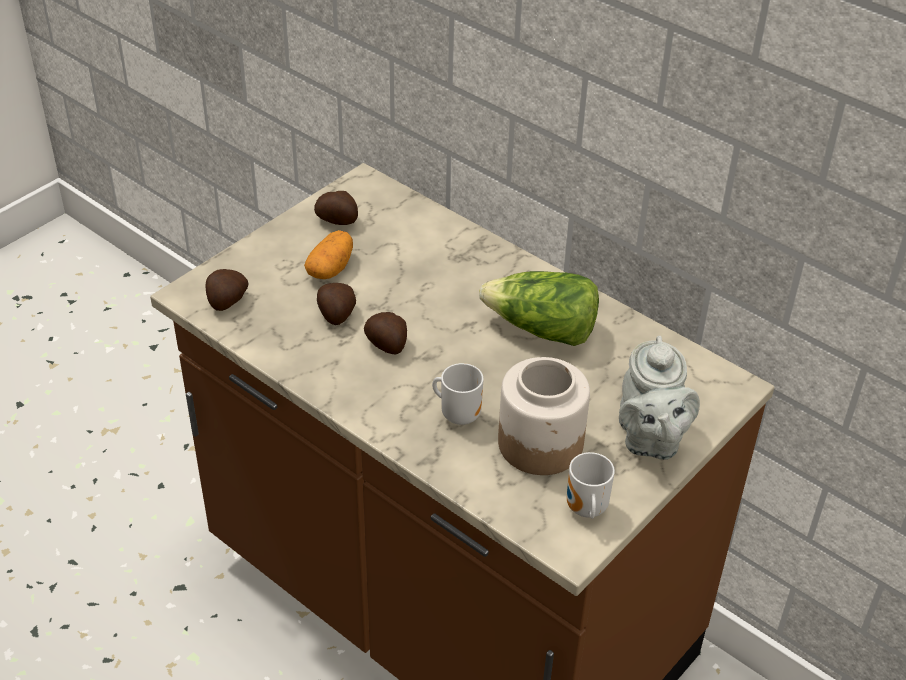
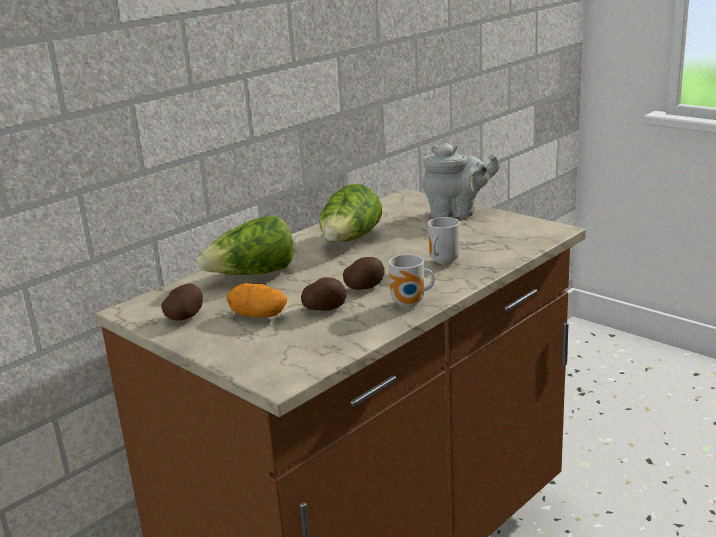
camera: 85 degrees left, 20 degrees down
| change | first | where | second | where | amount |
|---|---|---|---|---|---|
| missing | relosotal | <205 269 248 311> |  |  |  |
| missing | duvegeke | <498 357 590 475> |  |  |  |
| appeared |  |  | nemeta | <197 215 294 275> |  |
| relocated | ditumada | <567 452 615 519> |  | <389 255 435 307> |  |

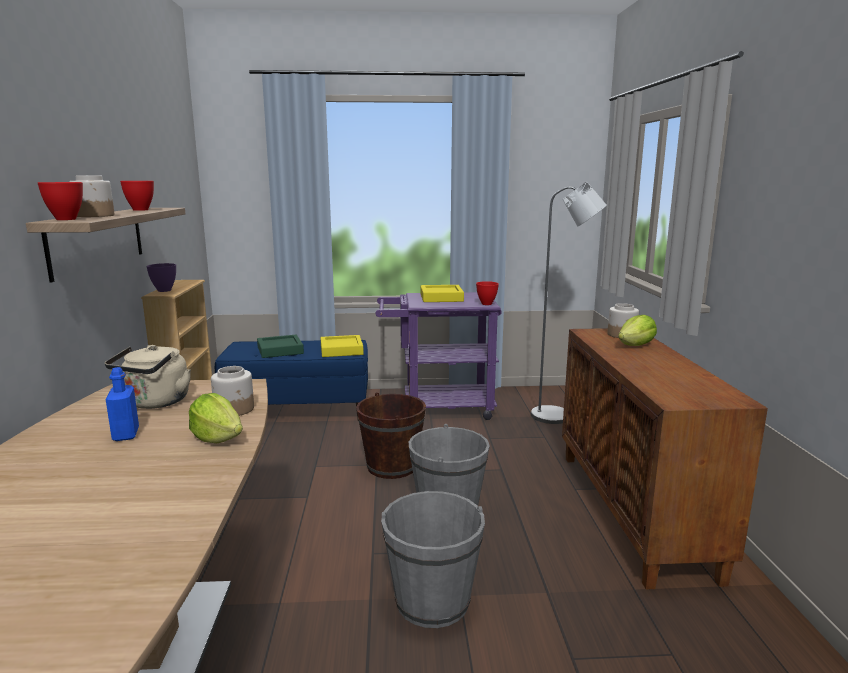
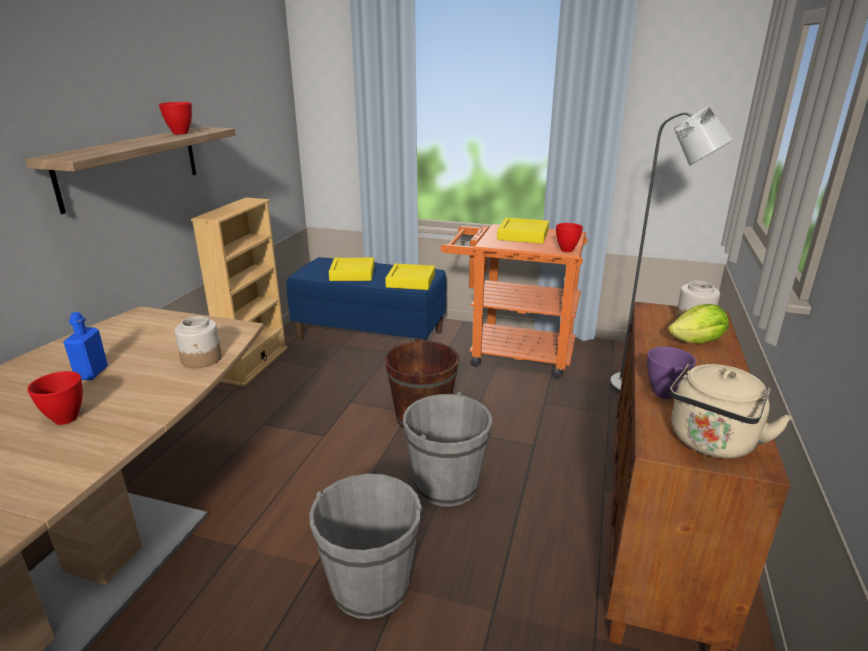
camera: 20 degrees right, 10 degrees up
| change | first | where | second | where | amount |
|---|---|---|---|---|---|
| missing | duvegeke | <69 175 115 217> |  |  |  |
| missing | nemeta | <189 393 243 443> |  |  |  |
| relocated | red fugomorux | <38 182 83 220> |  | <27 371 83 425> |  |
| relocated | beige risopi | <105 345 191 409> |  | <669 363 792 458> |  |
| relocated | purple fugomorux | <146 263 176 292> |  | <647 347 696 399> |  |
| colour | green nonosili | <257 335 304 358> | yellow nonosili | <329 258 375 281> |  |
| colour | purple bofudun | <376 292 502 420> | orange bofudun | <441 224 588 379> |  |

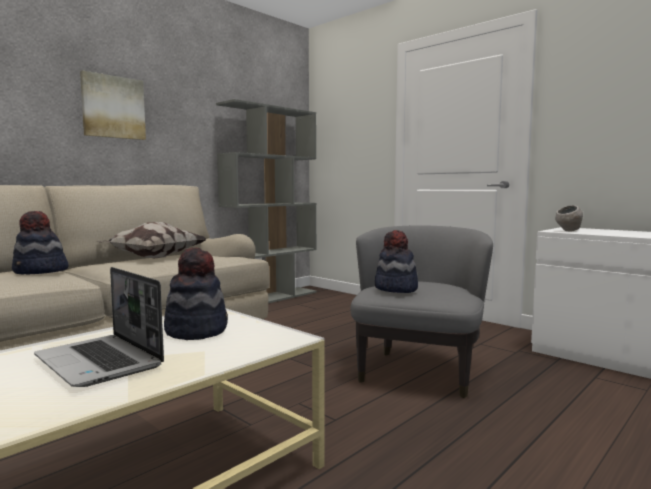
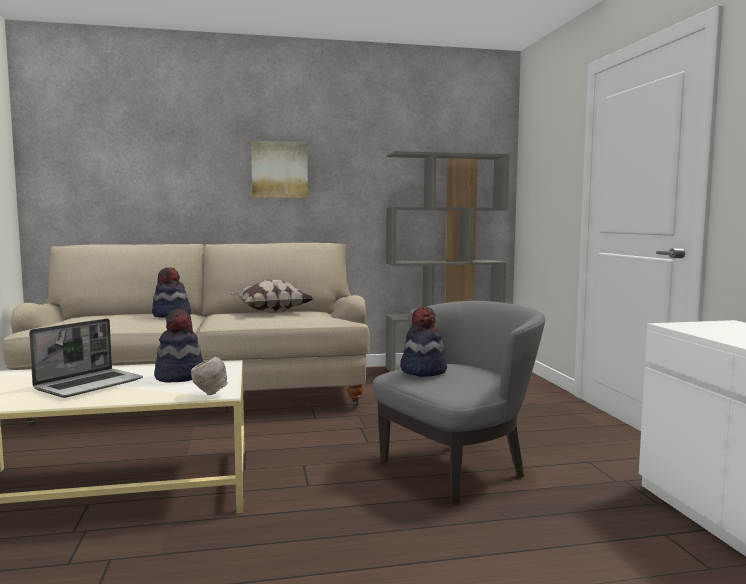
camera: 35 degrees right, 0 degrees up
| change | first | where | second | where | amount |
|---|---|---|---|---|---|
| relocated | grey fugomorux | <555 205 583 232> |  | <191 357 227 395> |  |
| spun | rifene | <34 267 164 387> |  | <29 319 143 398> | 135 degrees counterclockwise |

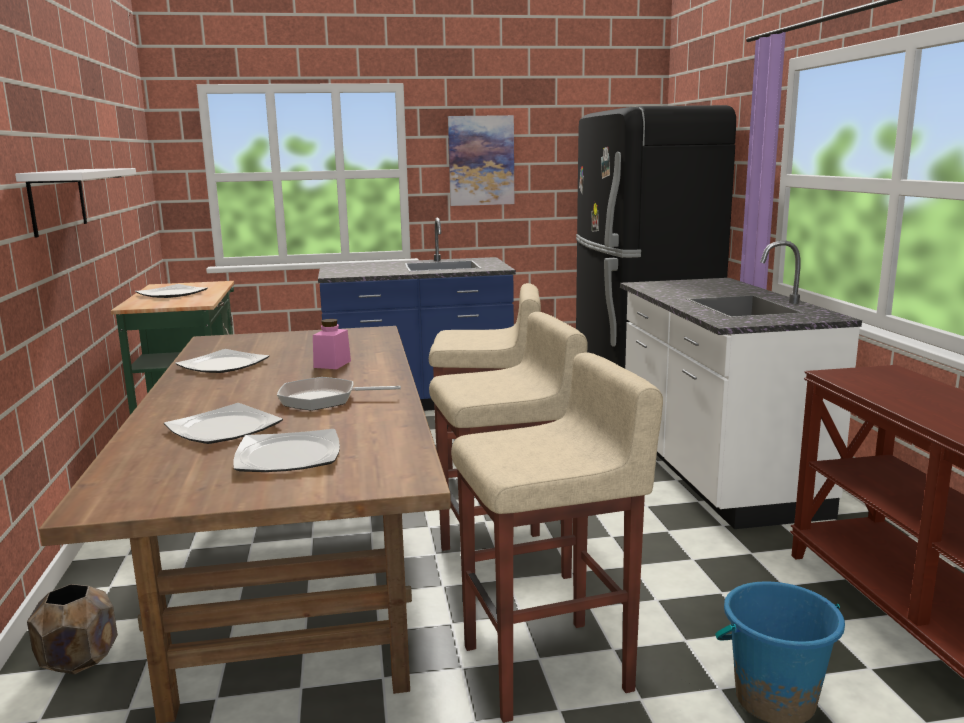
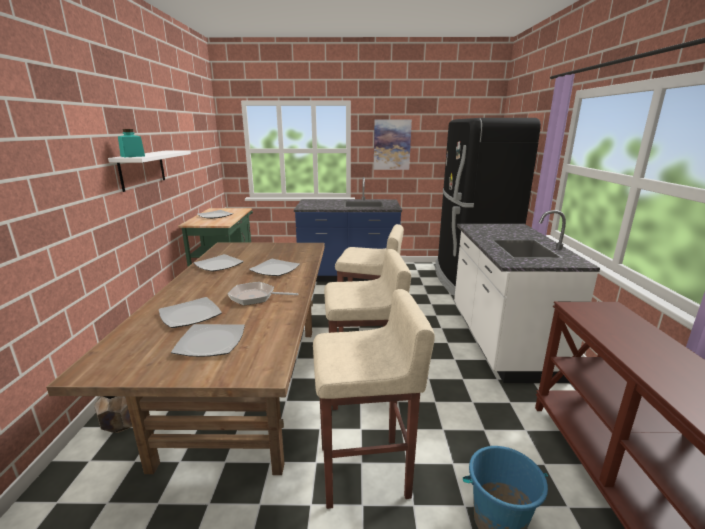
camera: 10 degrees right, 5 degrees up
| change | first | where | second | where | amount |
|---|---|---|---|---|---|
| appeared |  |  | turquoise duvegeke | <118 129 145 157> |  |
| exchanged | pink duvegeke | <313 319 351 369> | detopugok | <249 259 300 276> |  |

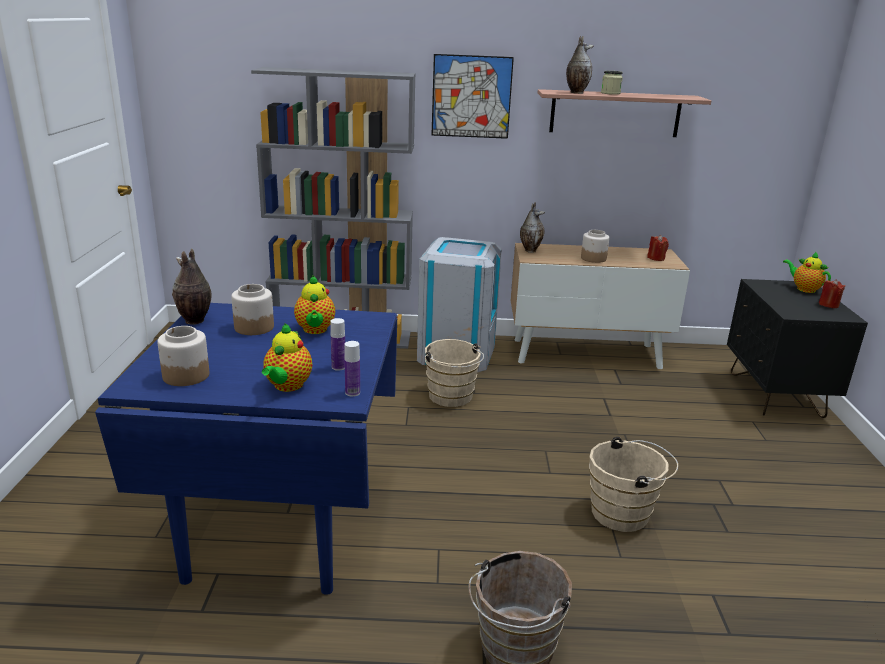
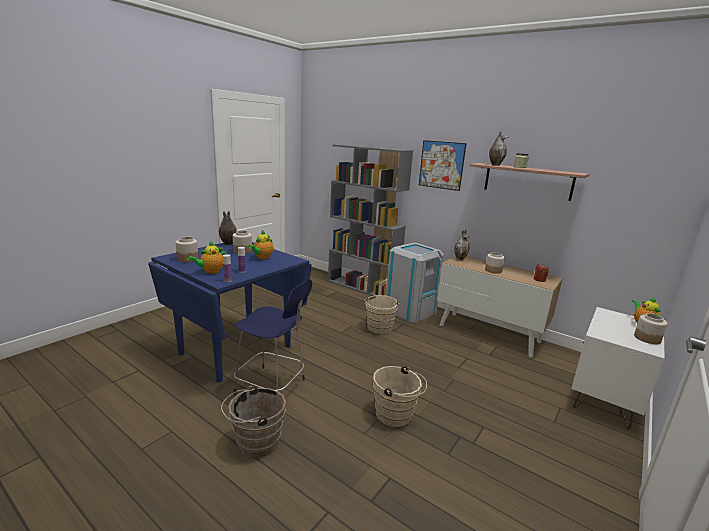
camera: 35 degrees right, 5 degrees down
| change | first | where | second | where | amount |
|---|---|---|---|---|---|
| appeared |  |  | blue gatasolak | <234 279 312 395> |  |
| exchanged | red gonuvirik | <819 279 845 308> | duvegeke | <634 313 668 344> |  |
| colour | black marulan | <727 279 868 418> | white marulan | <571 307 665 429> |  |

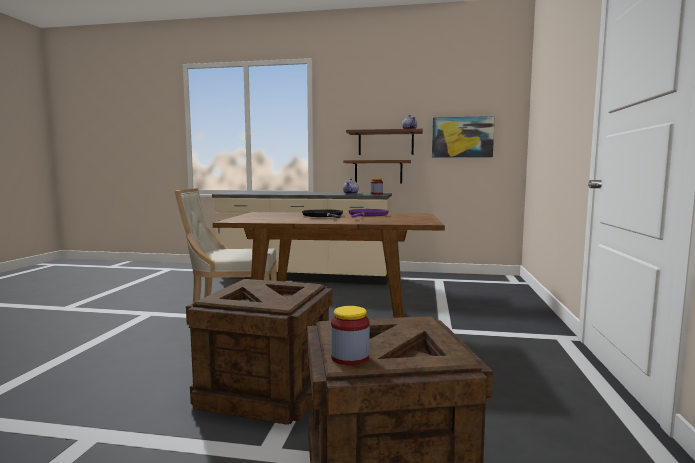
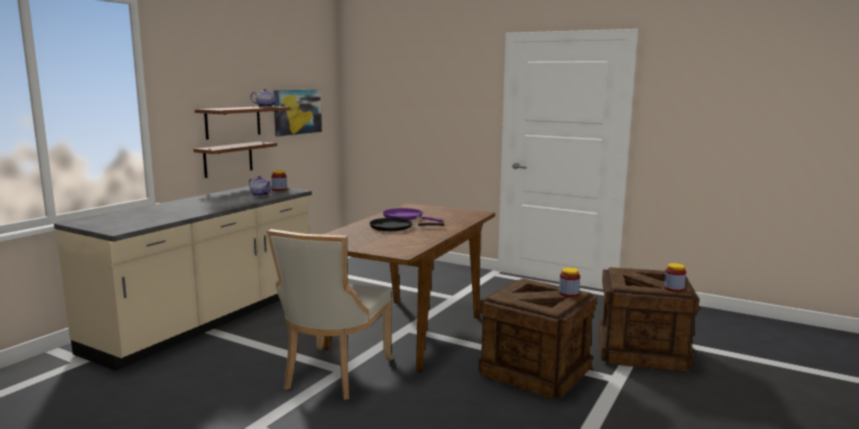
camera: 70 degrees left, 5 degrees up
| change | first | where | second | where | amount |
|---|---|---|---|---|---|
| appeared |  |  | duvegeke | <559 267 580 297> |  |

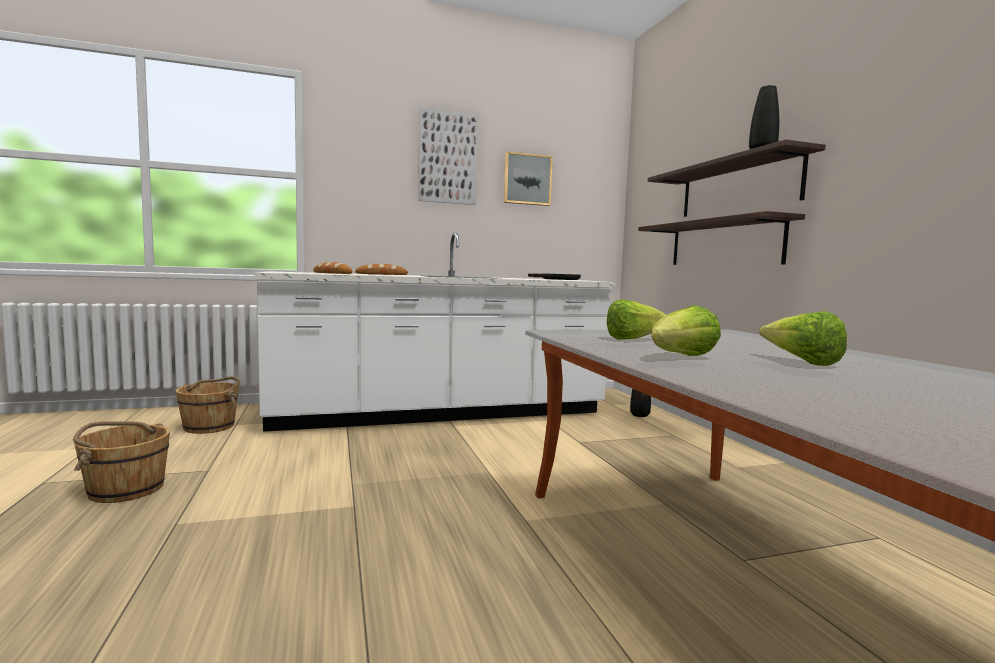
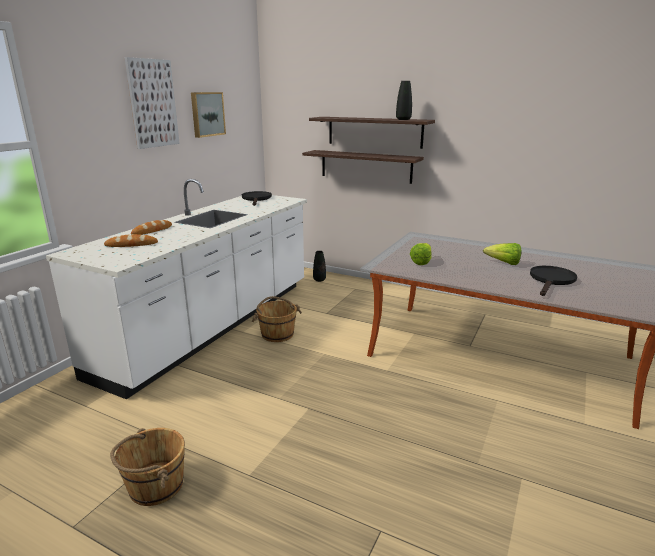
camera: 45 degrees left, 15 degrees up
| change | first | where | second | where | amount |
|---|---|---|---|---|---|
| missing | nemeta | <651 305 721 356> |  |  |  |
| appeared |  |  | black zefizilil | <530 266 577 296> |  |
| relocated | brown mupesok | <175 376 240 434> |  | <252 296 302 342> |  |

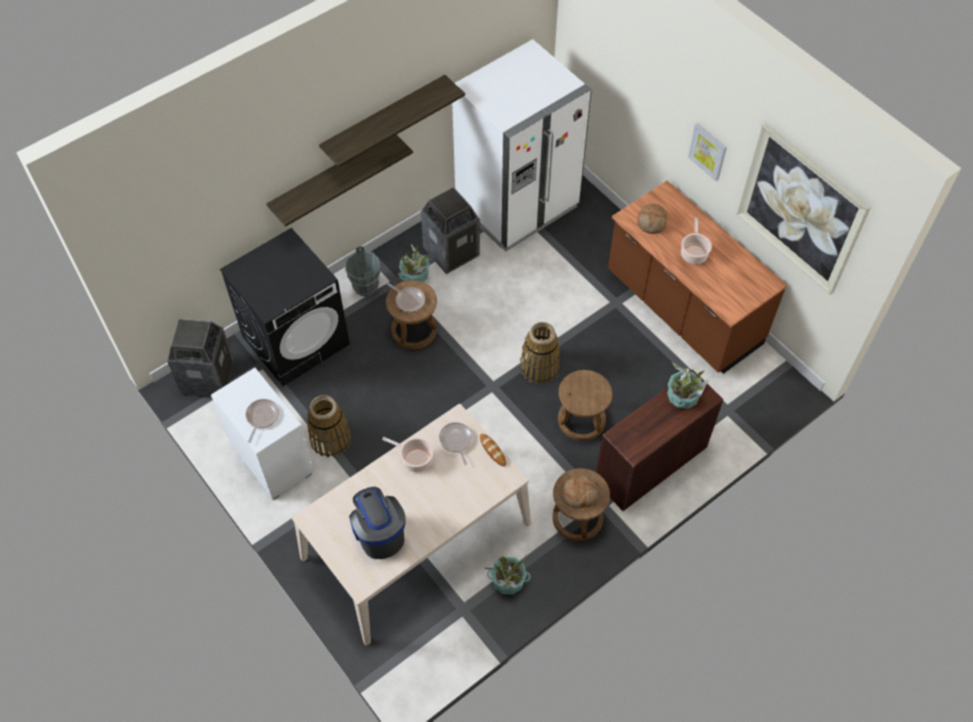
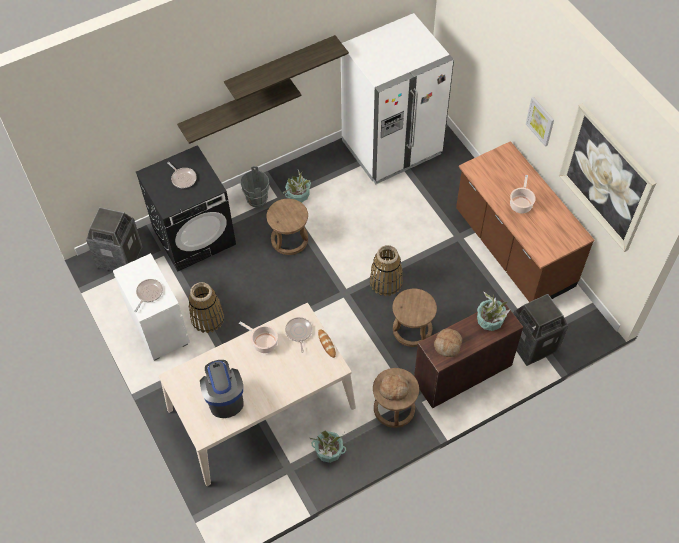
camera: 10 degrees right, 0 degrees up
| change | first | where | second | where | amount |
|---|---|---|---|---|---|
| relocated | zefizilil | <386 282 425 312> |  | <167 162 197 188> |  |
| relocated | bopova | <421 187 480 274> |  | <513 294 568 366> |  |
| relocated | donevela | <637 204 667 234> |  | <434 328 462 357> |  |

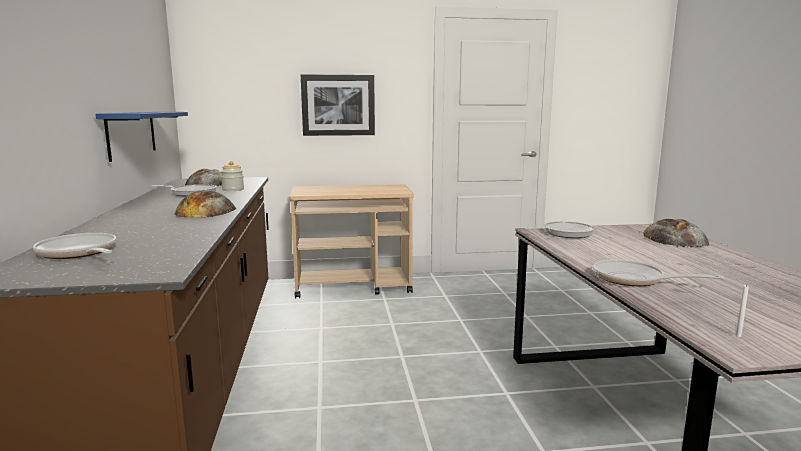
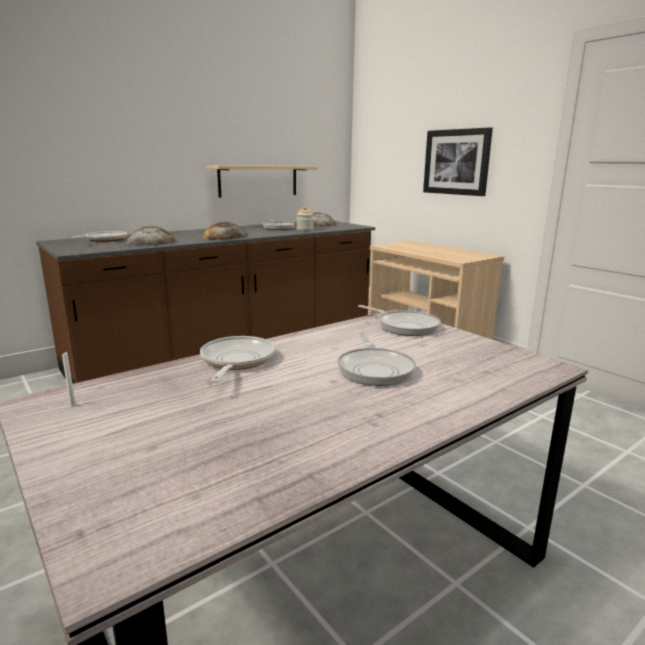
camera: 60 degrees right, 5 degrees up
| change | first | where | second | where | amount |
|---|---|---|---|---|---|
| appeared |  |  | zefizilil | <337 333 416 386> |  |
| relocated | donevela | <643 219 709 248> |  | <124 226 176 246> |  |
| colour | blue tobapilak | <96 112 188 162> | beige tobapilak | <206 165 318 198> |  |

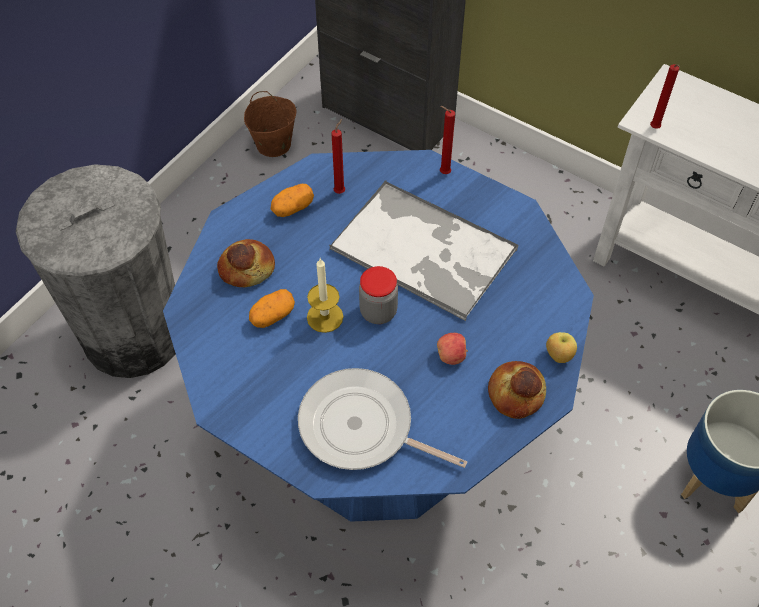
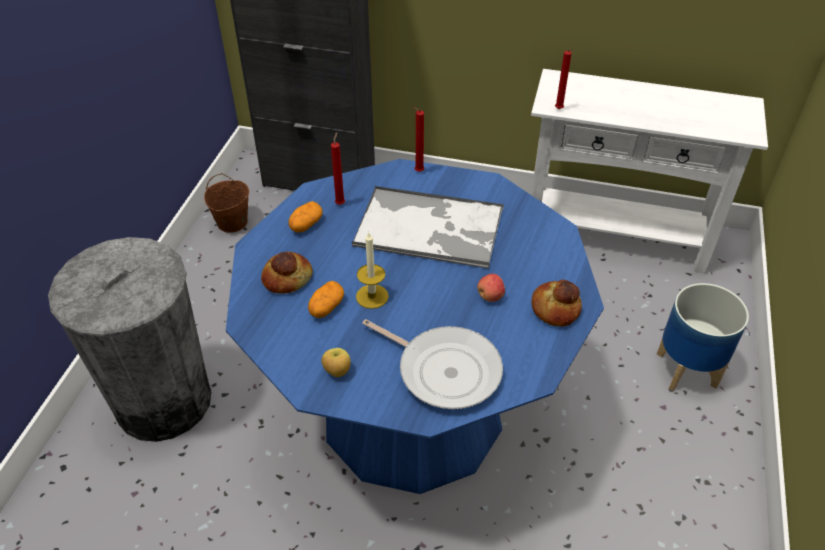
camera: 20 degrees left, 10 degrees down
| change | first | where | second | where | amount |
|---|---|---|---|---|---|
| missing | duvegeke | <359 266 398 324> |  |  |  |
| relocated | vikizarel | <546 332 577 363> |  | <322 348 351 377> |  |
| spun | zefizilil | <298 368 467 470> |  | <362 319 503 409> | 150 degrees counterclockwise |

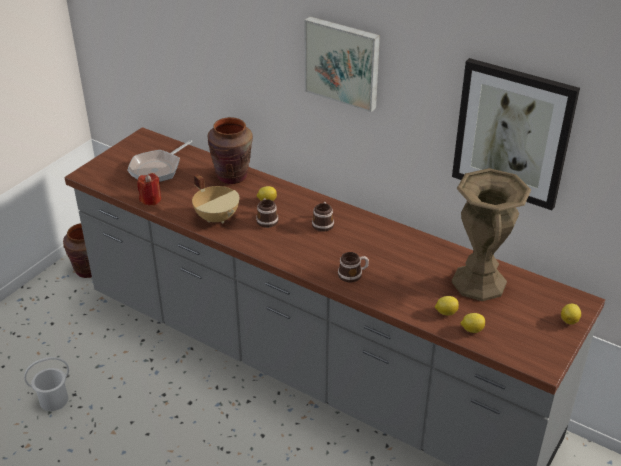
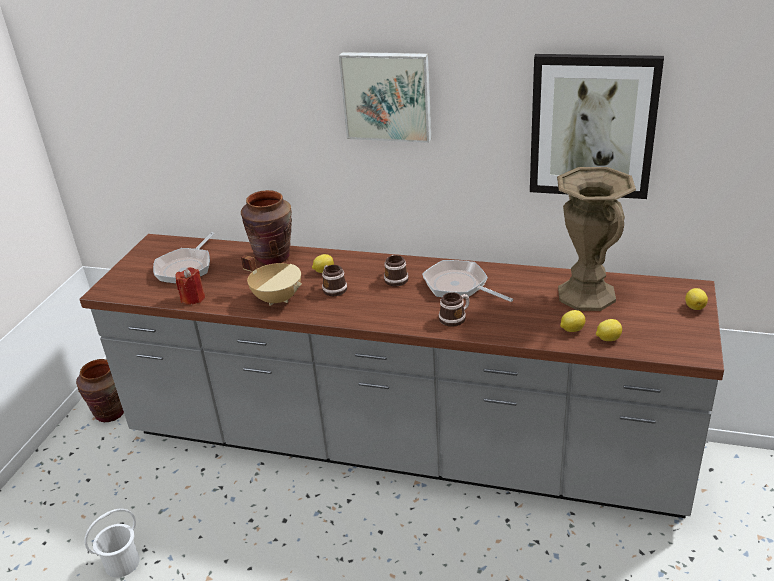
camera: 15 degrees left, 5 degrees down
| change | first | where | second | where | amount |
|---|---|---|---|---|---|
| appeared |  |  | zefizilil | <422 260 513 302> |  |

